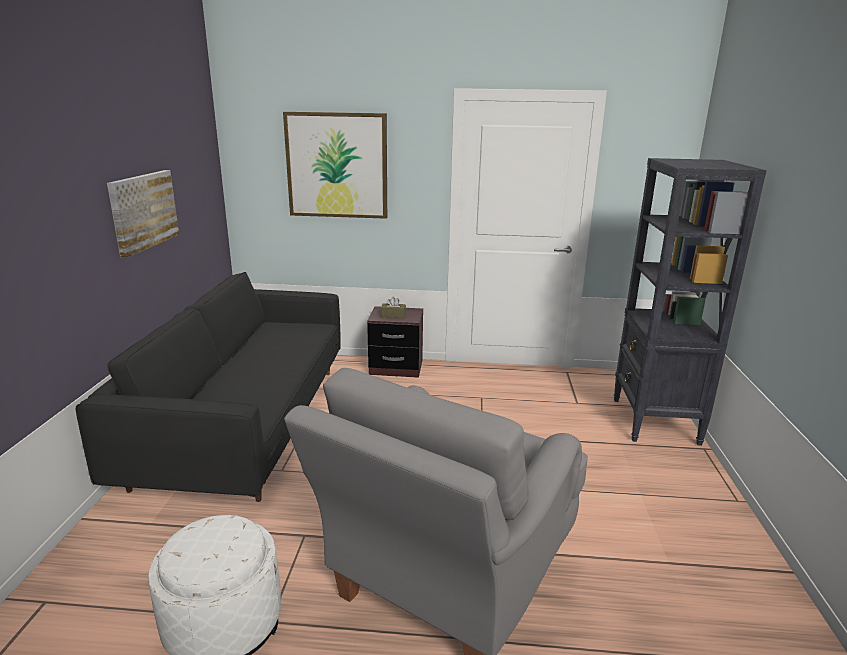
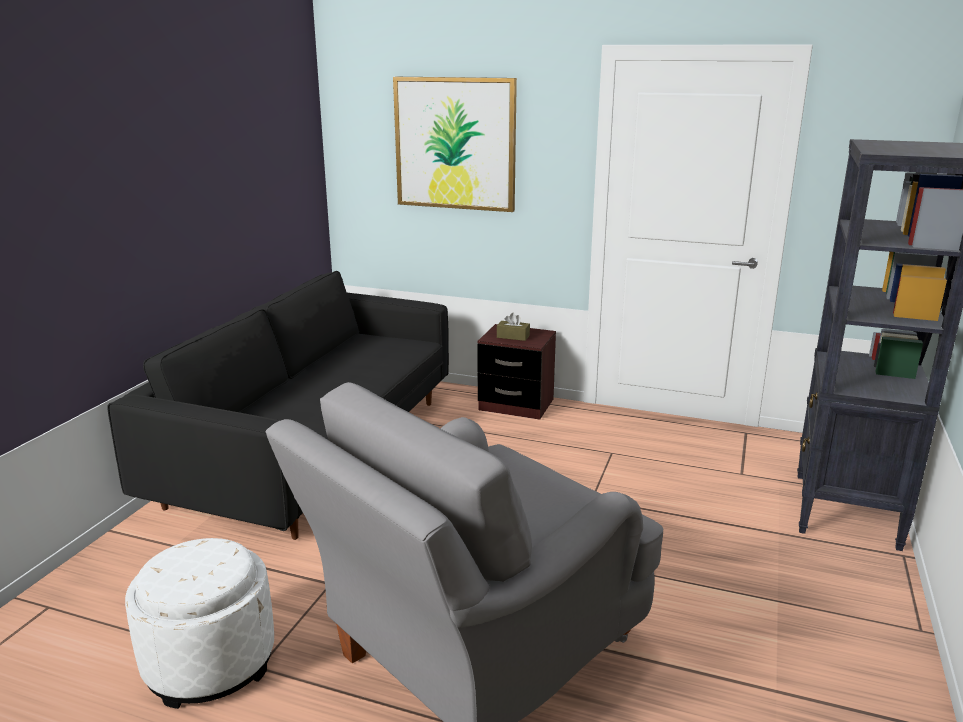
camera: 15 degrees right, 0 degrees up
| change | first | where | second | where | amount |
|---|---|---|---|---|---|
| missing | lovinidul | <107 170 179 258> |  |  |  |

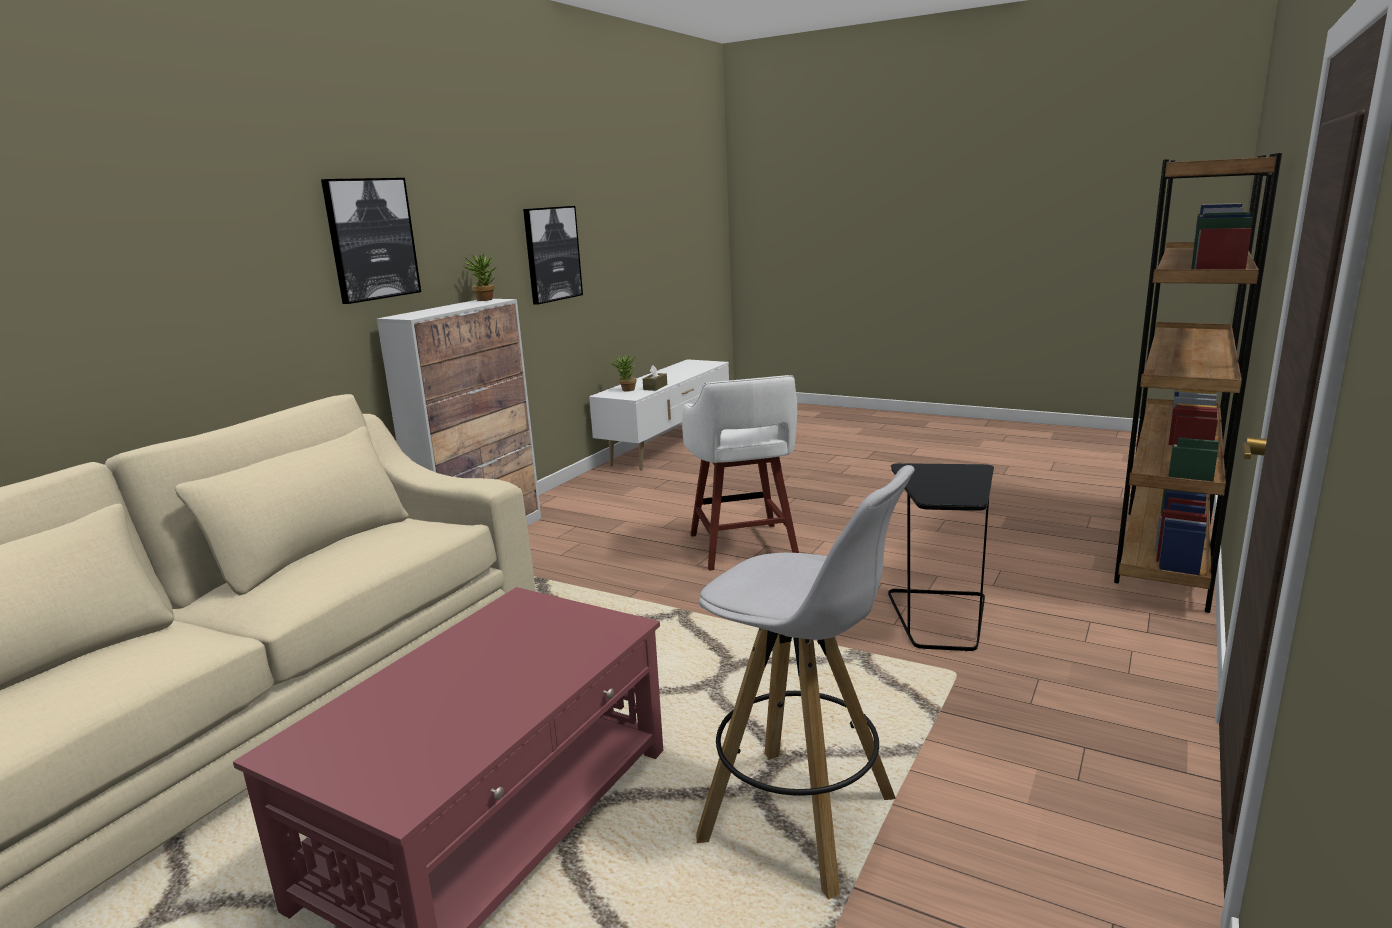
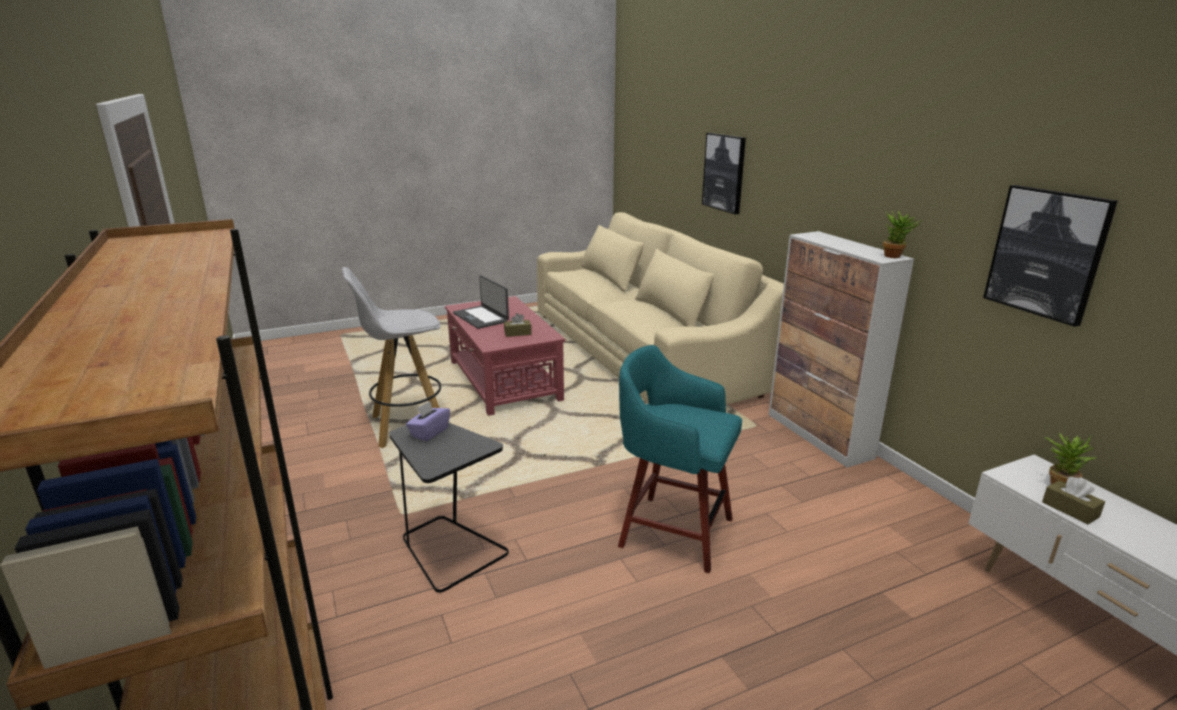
camera: 125 degrees right, 5 degrees up
| change | first | where | second | where | amount |
|---|---|---|---|---|---|
| appeared |  |  | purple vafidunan | <406 401 450 441> |  |
| appeared |  |  | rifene | <453 275 509 329> |  |
| appeared |  |  | brown vafidunan | <504 313 532 337> |  |
| relocated | lovinidul | <321 178 421 304> |  | <702 133 746 214> |  |
| colour | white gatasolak | <682 375 799 571> | turquoise gatasolak | <618 345 742 573> |  |

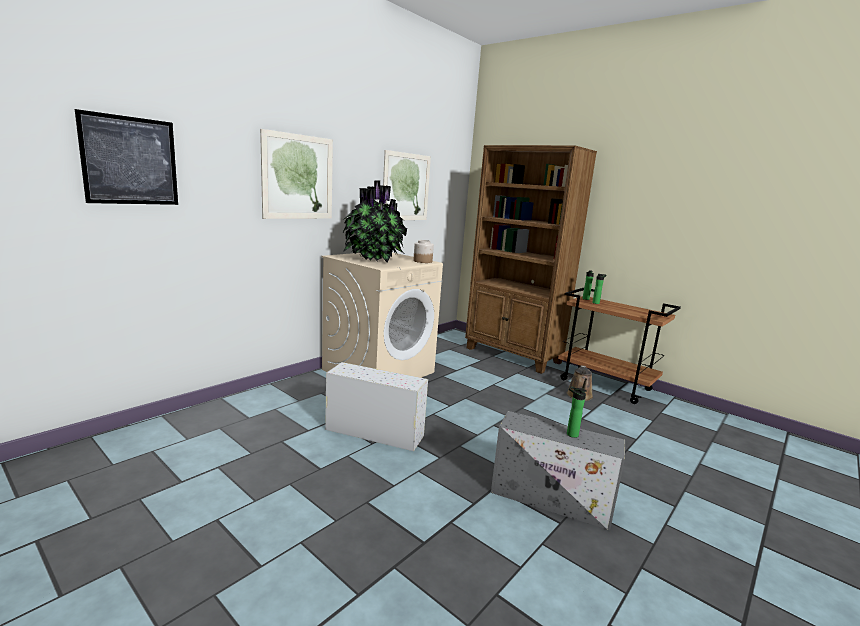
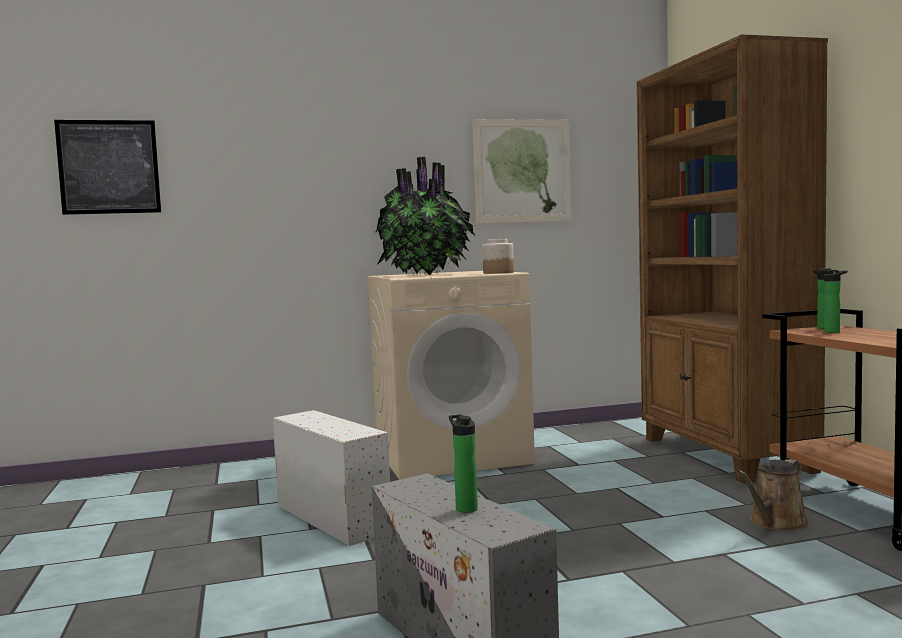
camera: 35 degrees right, 10 degrees down
| change | first | where | second | where | amount |
|---|---|---|---|---|---|
| missing | lovinidul | <260 129 333 219> |  |  |  |

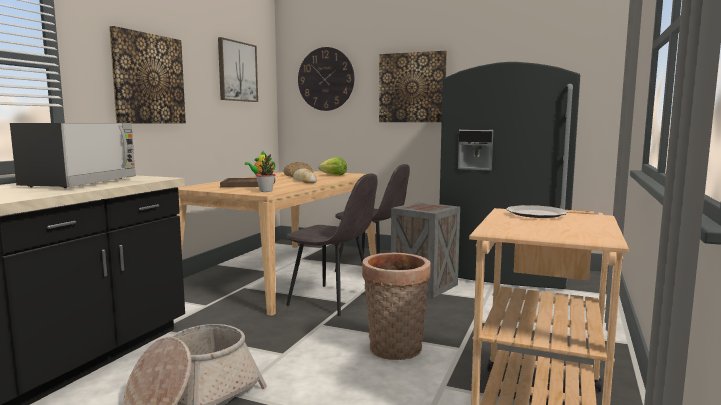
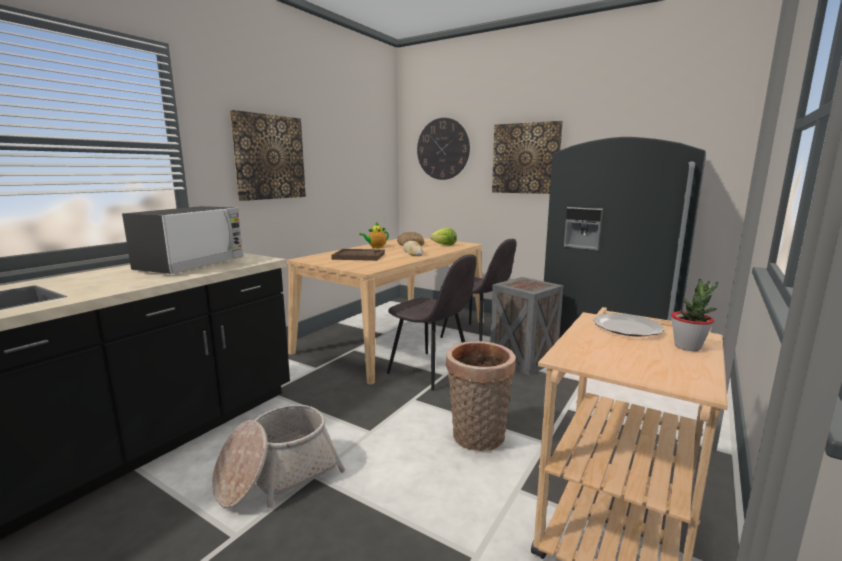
camera: 10 degrees right, 5 degrees up
| change | first | where | second | where | amount |
|---|---|---|---|---|---|
| missing | lovinidul | <218 37 258 102> |  |  |  |
| relocated | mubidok | <256 154 275 192> |  | <671 279 718 351> |  |

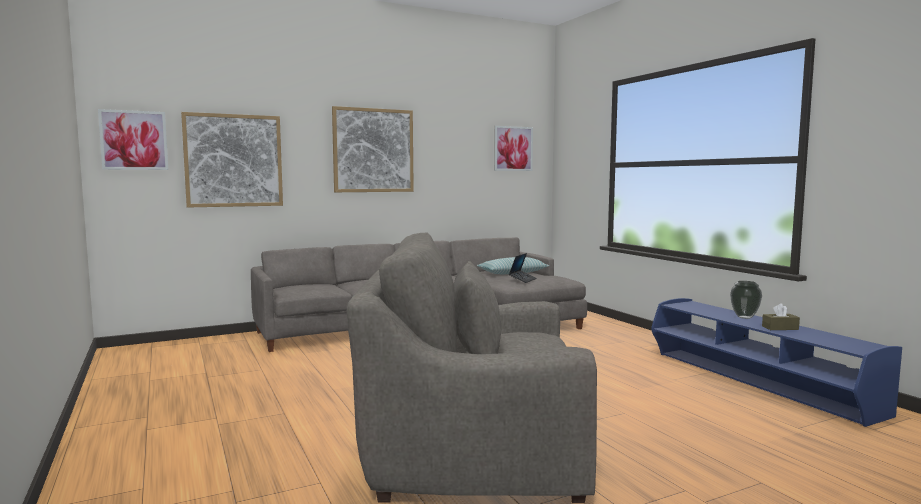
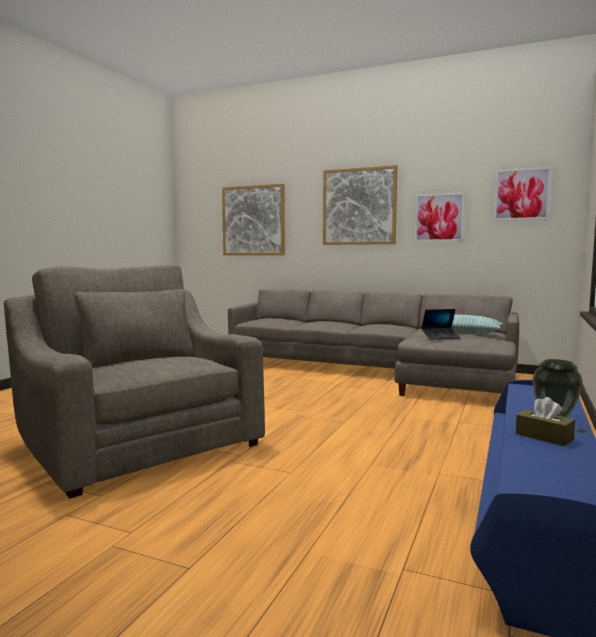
camera: 50 degrees right, 0 degrees up
| change | first | where | second | where | amount |
|---|---|---|---|---|---|
| relocated | lovinidul | <98 109 168 170> |  | <414 192 465 242> |  |

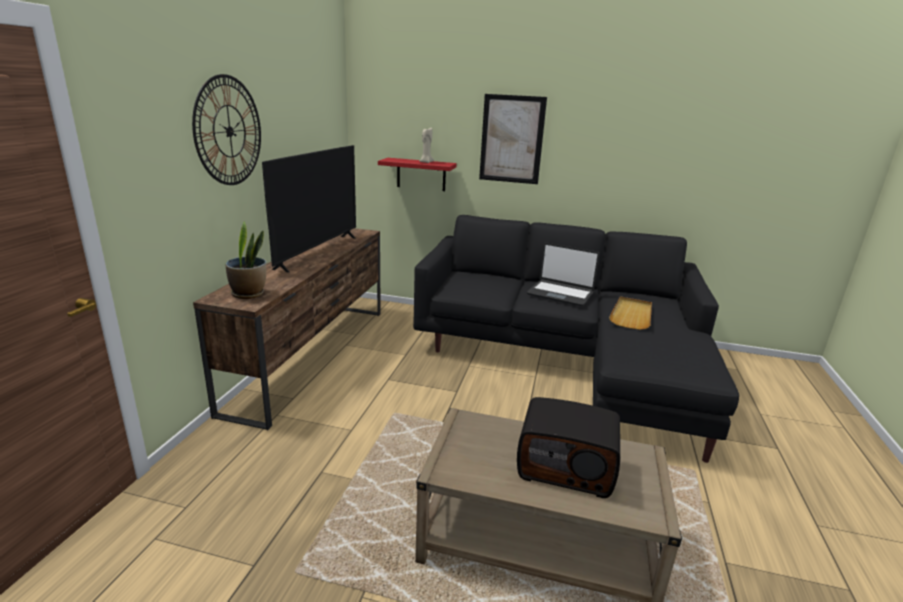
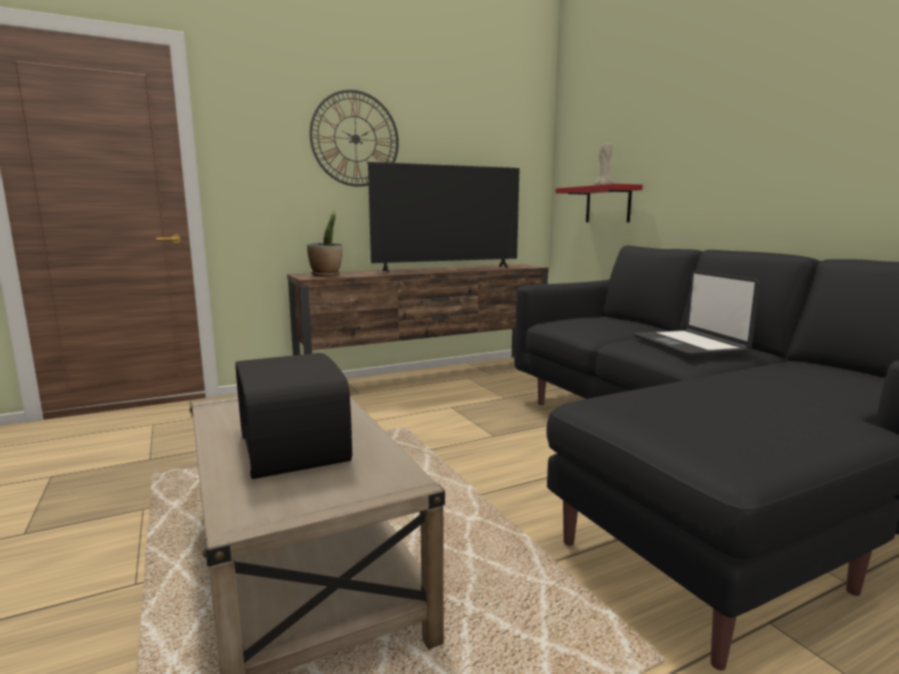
camera: 50 degrees right, 10 degrees down
| change | first | where | second | where | amount |
|---|---|---|---|---|---|
| missing | lovinidul | <479 94 547 184> |  |  |  |
| missing | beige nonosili | <609 296 652 330> |  |  |  |

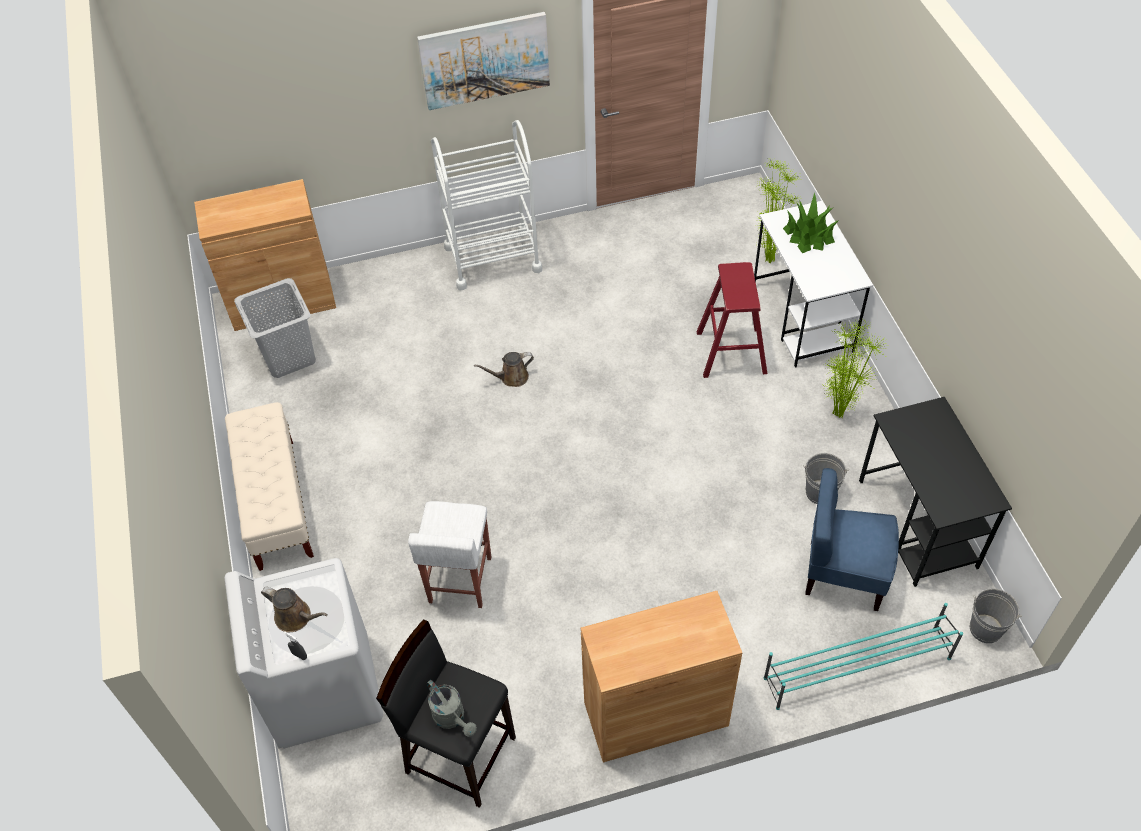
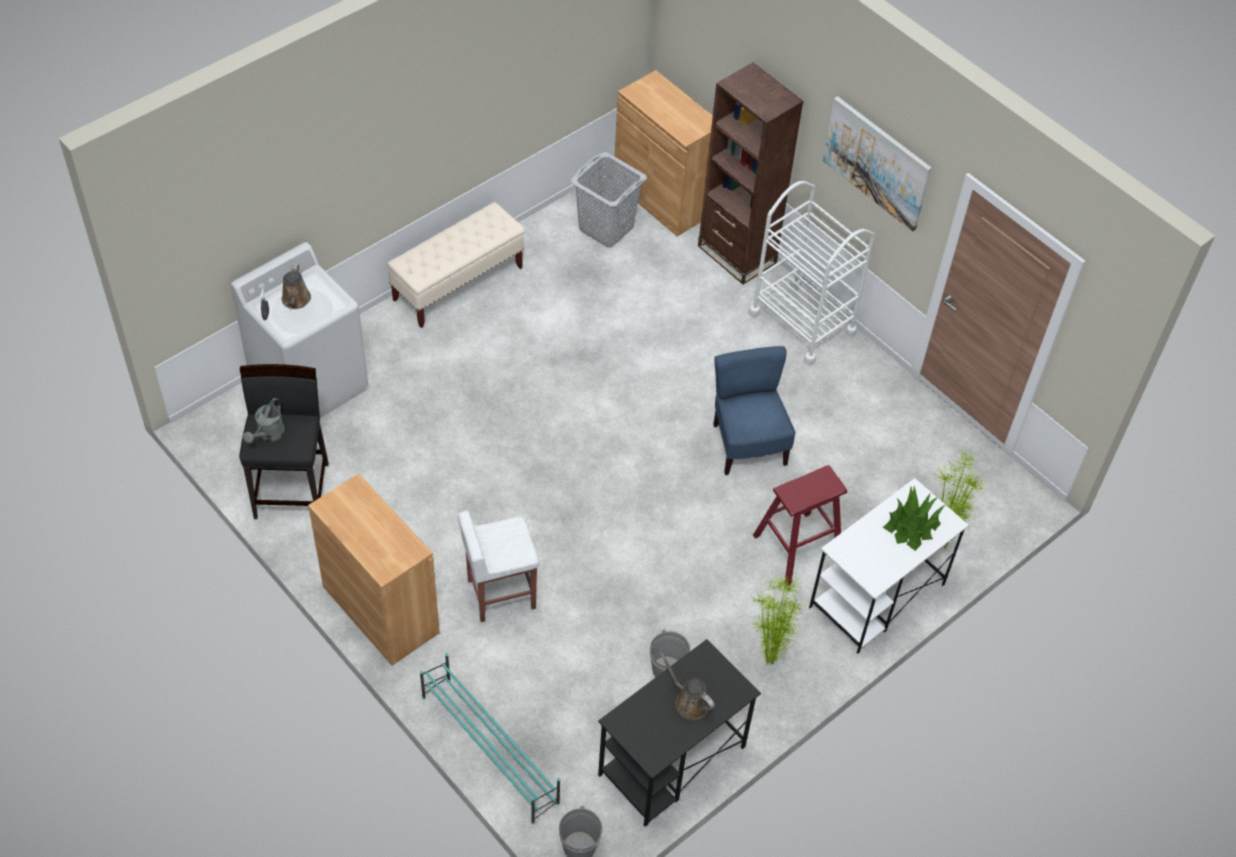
camera: 60 degrees right, 0 degrees up
| change | first | where | second | where | amount |
|---|---|---|---|---|---|
| appeared |  |  | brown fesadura | <698 63 804 285> |  |
| relocated | white gatasolak | <408 501 491 608> |  | <458 511 539 622> |  |
| relocated | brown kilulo | <474 352 534 387> |  | <660 653 715 720> |  |
| relocated | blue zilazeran | <805 468 899 611> |  | <713 346 796 475> |  |

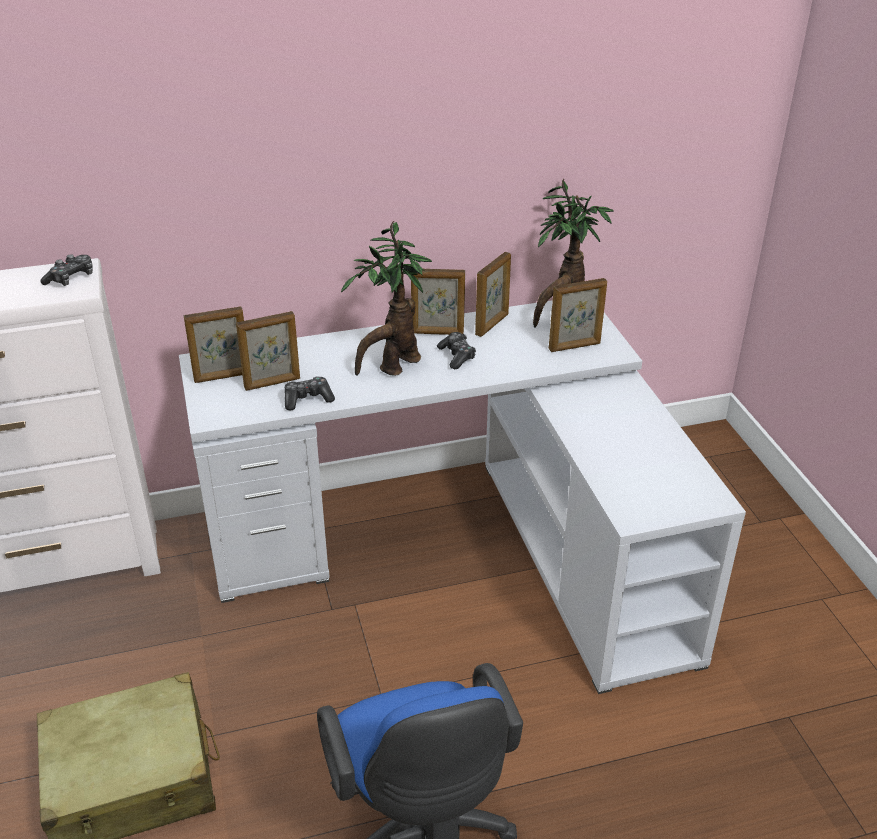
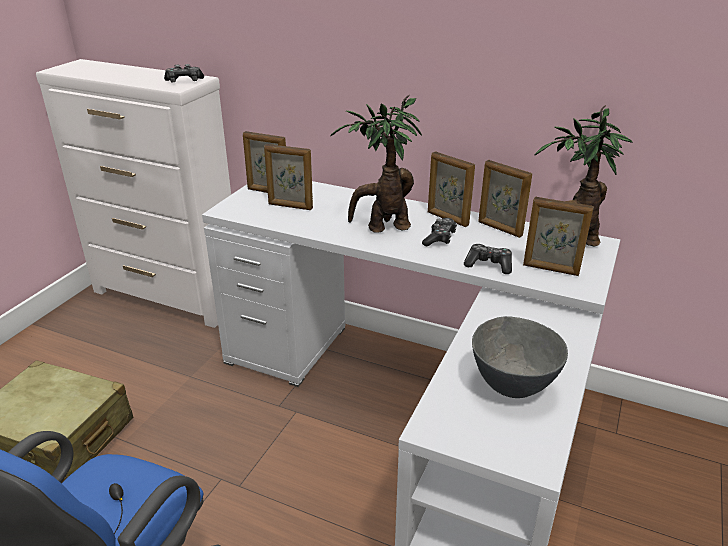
camera: 40 degrees right, 5 degrees down
| change | first | where | second | where | amount |
|---|---|---|---|---|---|
| appeared |  |  | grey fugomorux | <472 316 568 398> |  |
| relocated | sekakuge | <285 376 335 410> |  | <464 244 512 274> |  |
| spun | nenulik | <475 252 511 337> |  | <478 160 532 238> | 60 degrees clockwise |

